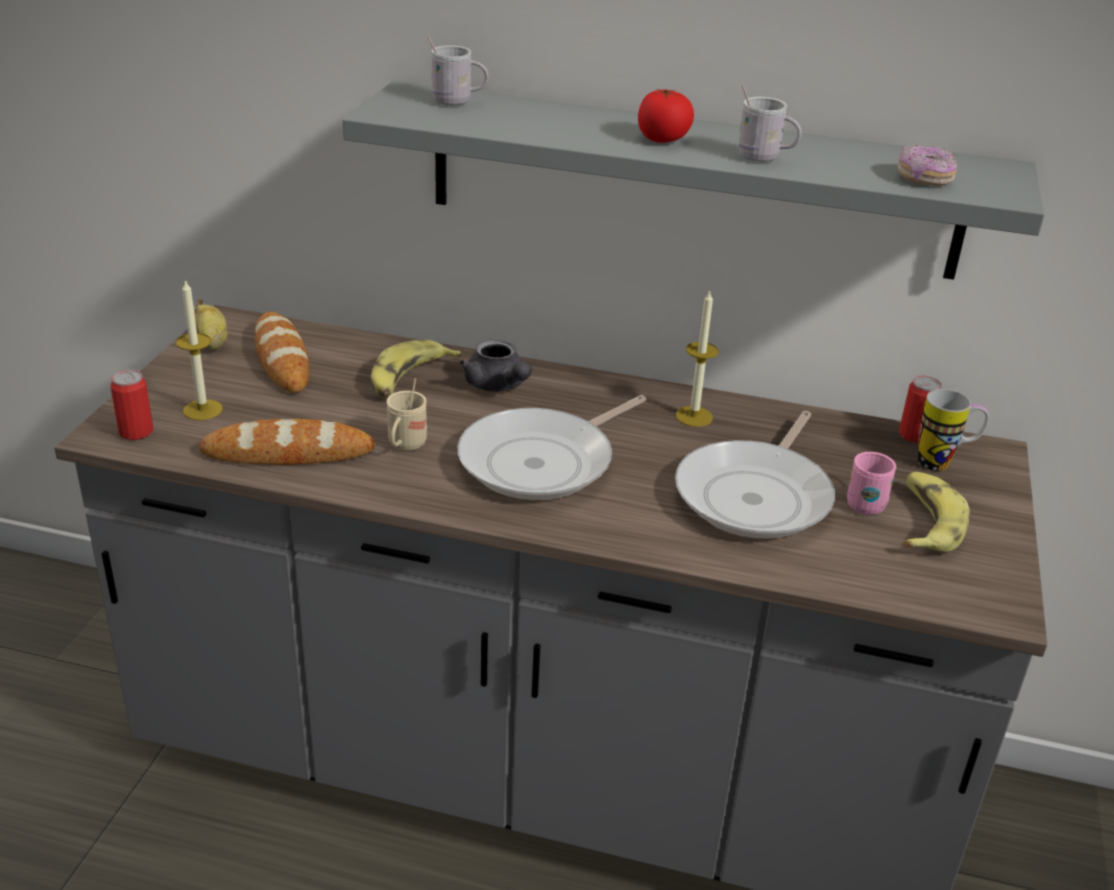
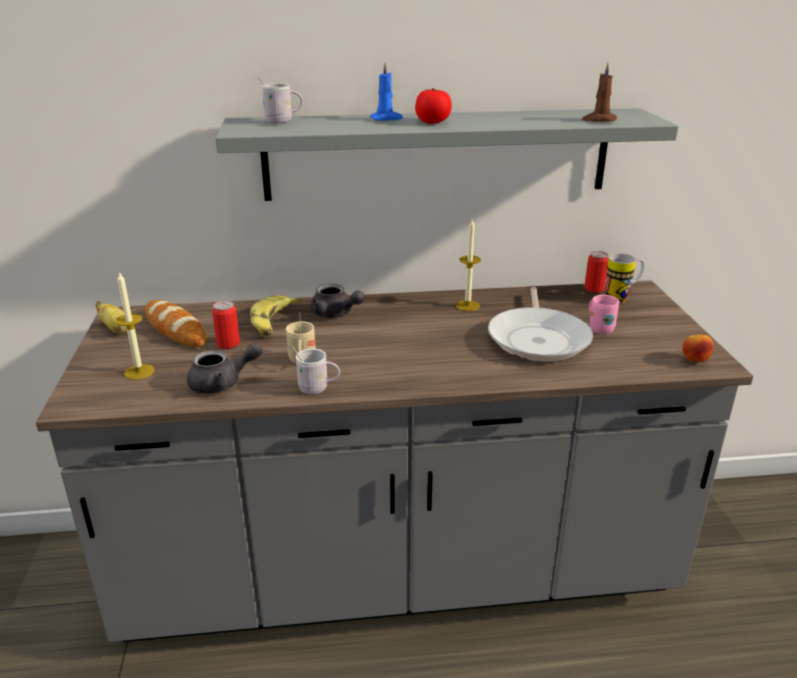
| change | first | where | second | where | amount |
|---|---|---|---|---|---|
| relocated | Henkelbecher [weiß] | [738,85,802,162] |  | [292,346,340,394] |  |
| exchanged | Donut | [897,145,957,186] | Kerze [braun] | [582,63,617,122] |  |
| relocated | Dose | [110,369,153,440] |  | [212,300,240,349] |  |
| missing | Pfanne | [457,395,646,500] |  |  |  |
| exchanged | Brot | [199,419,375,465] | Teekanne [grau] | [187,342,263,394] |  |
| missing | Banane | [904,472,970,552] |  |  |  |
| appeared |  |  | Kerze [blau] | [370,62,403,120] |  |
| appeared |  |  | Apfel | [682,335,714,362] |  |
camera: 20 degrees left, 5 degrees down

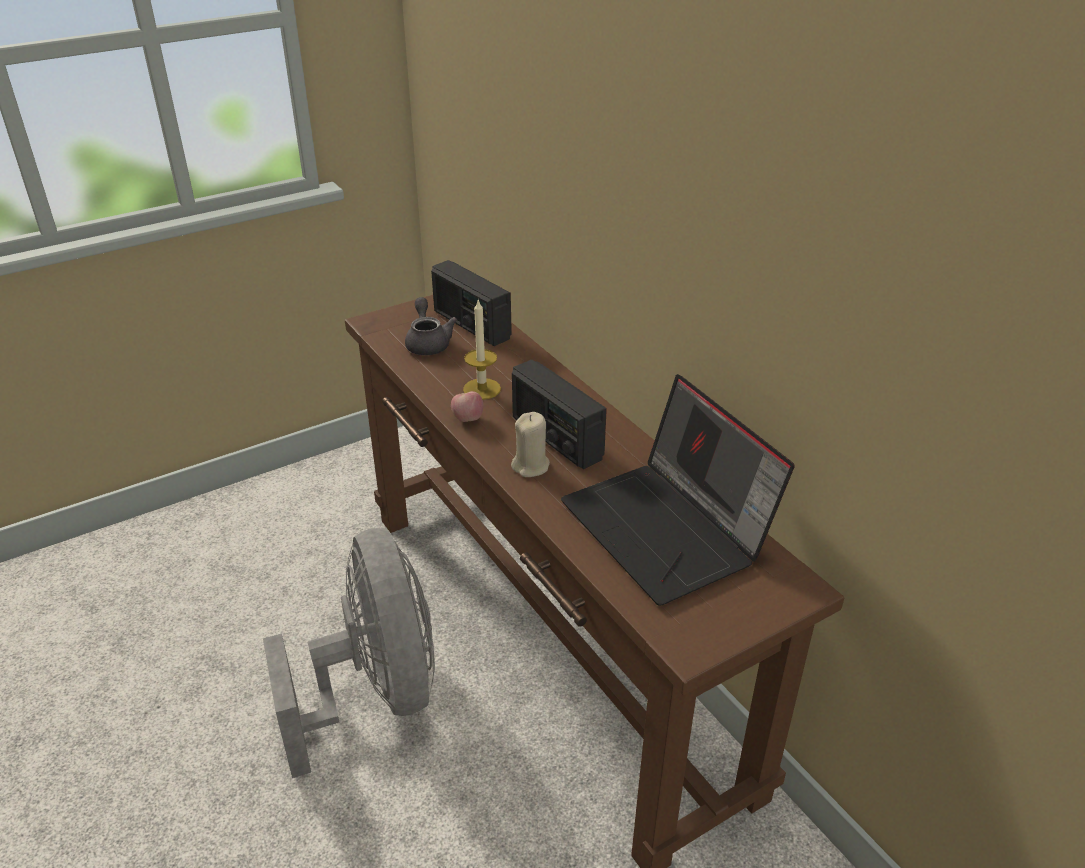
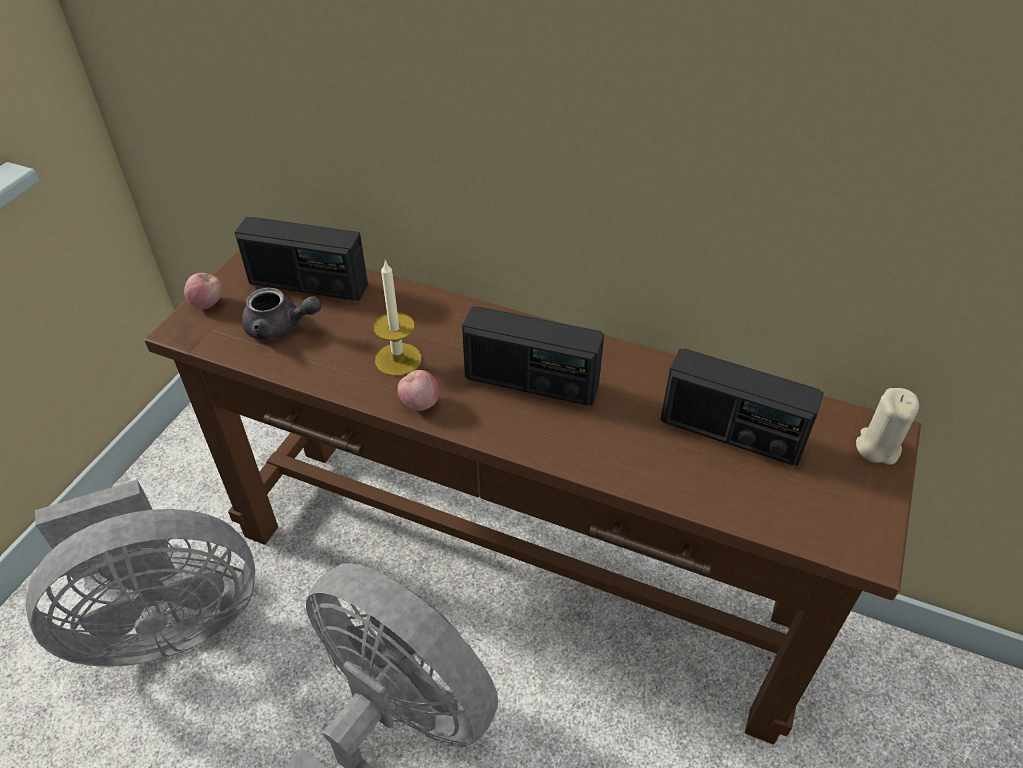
| change | first | where | second | where | amount |
|---|---|---|---|---|---|
| spun | Teekanne [grau] | [405,297,457,355] |  | [242,288,321,340] | 150 degrees clockwise |
| exchanged | Laptop | [561,374,795,605] | Radio | [660,348,824,465] |  |
| relocated | Kerze [beige] | [511,412,550,477] |  | [856,388,919,465] |  |
| appeared |  |  | Apfel | [184,273,223,309] |  |
| appeared |  |  | Ventilator [grau] | [25,480,255,667] |  |
camera: 35 degrees left, 10 degrees up

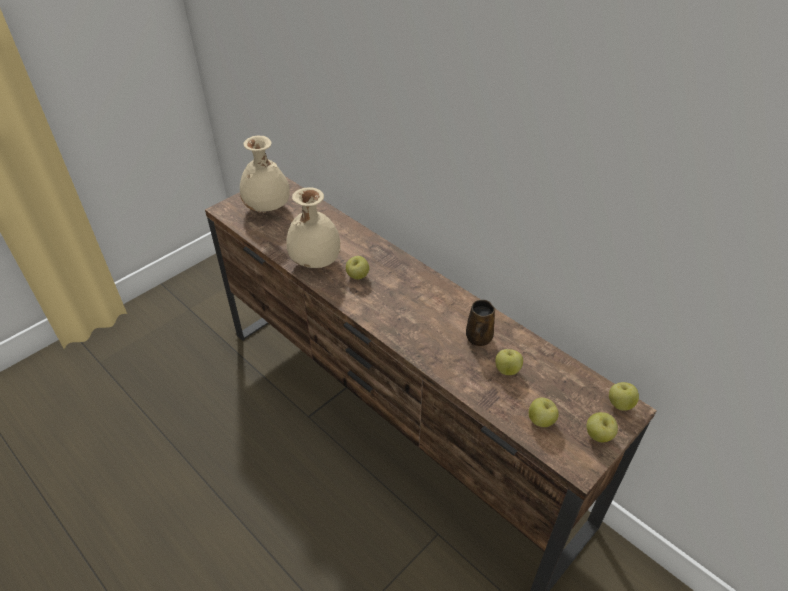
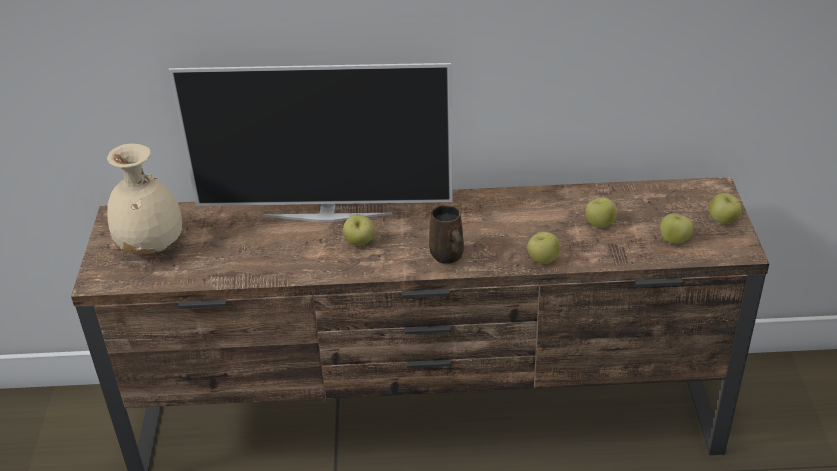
| change | first | where | second | where | amount |
|---|---|---|---|---|---|
| missing | Vase [beige] | [286,187,341,268] |  |  |  |
| relocated | Henkelbecher [braun] | [466,300,495,346] |  | [429,205,464,264] |  |
| relocated | Apfel | [609,382,639,411] |  | [527,232,560,264] |  |
| appeared |  |  | Fernseher | [169,63,453,222] |  |
camera: 45 degrees left, 5 degrees down

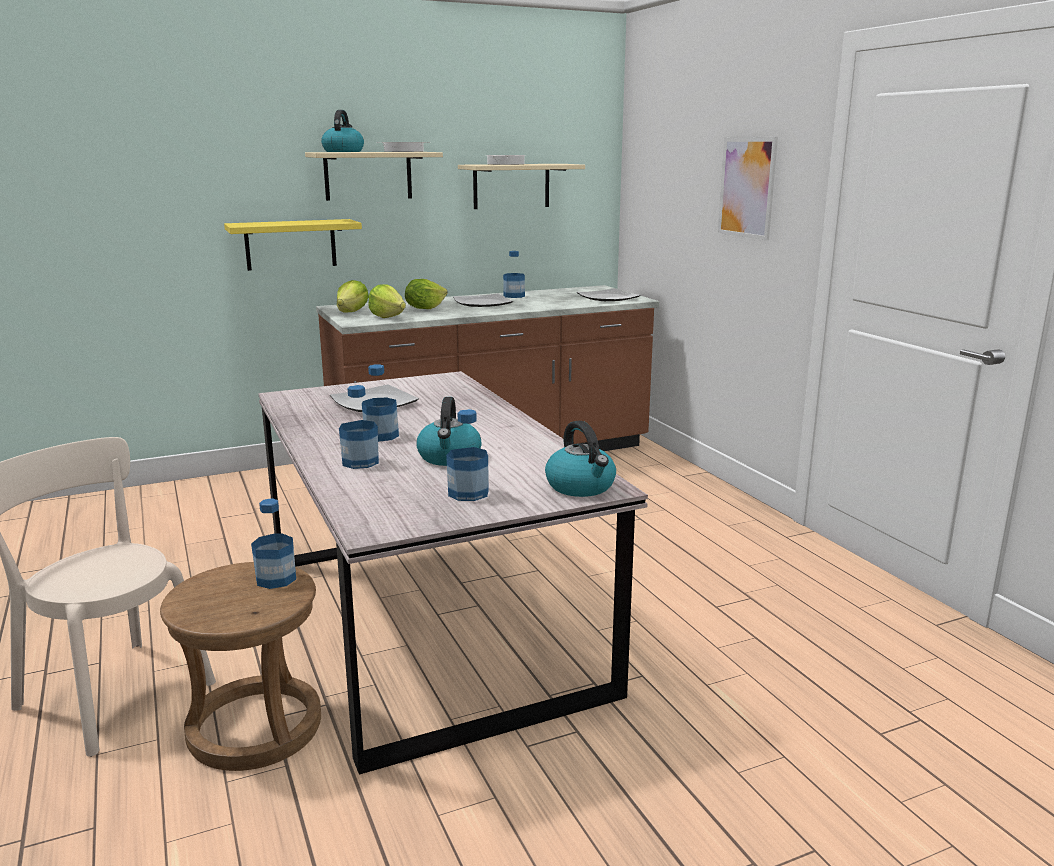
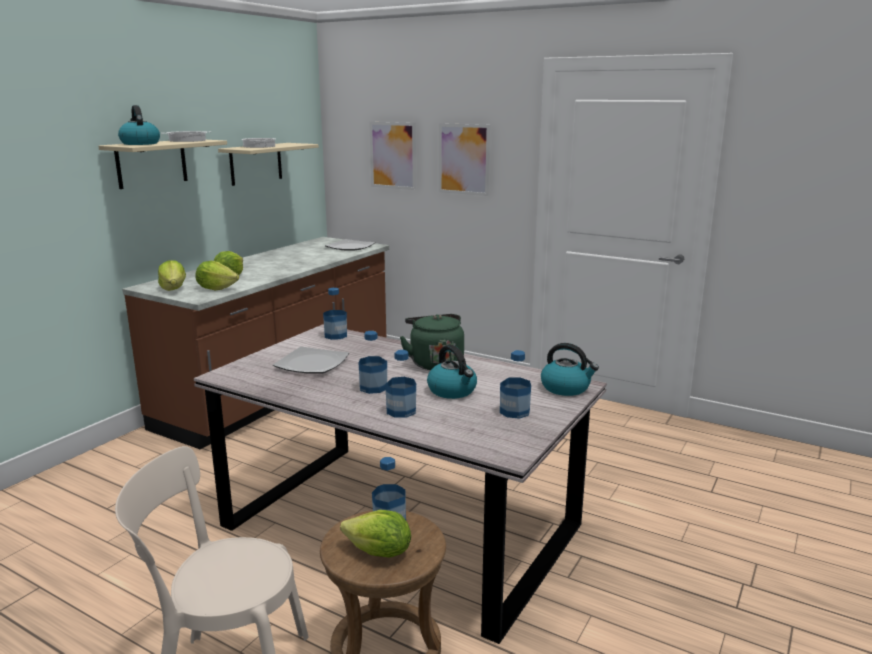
| change | first | where | second | where | amount |
|---|---|---|---|---|---|
| missing | Wandregal [gelb] | [224,219,362,271] |  |  |  |
| relocated | Flasche | [503,251,525,298] |  | [323,288,347,340] |  |
| missing | Teller | [453,294,513,307] |  |  |  |
| appeared |  |  | Bild | [369,122,416,190] |  |
| appeared |  |  | Wasserkessel [grün] | [400,314,464,370] |  |
| appeared |  |  | Salatkopf | [340,510,411,557] |  |
camera: 35 degrees left, 0 degrees up

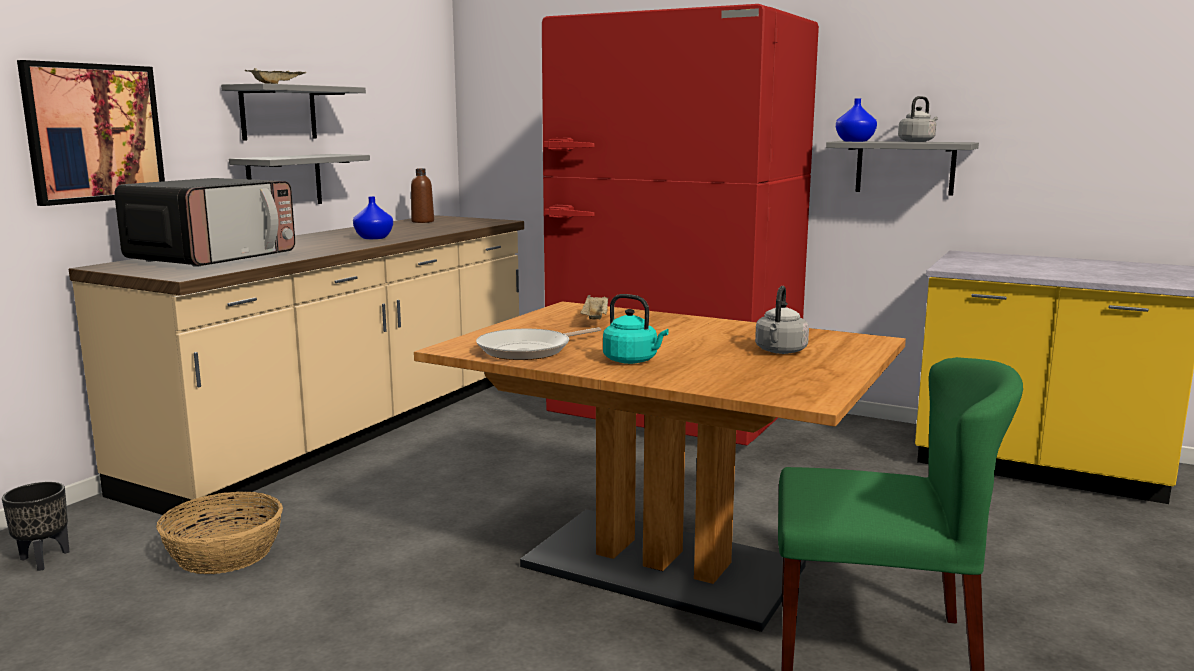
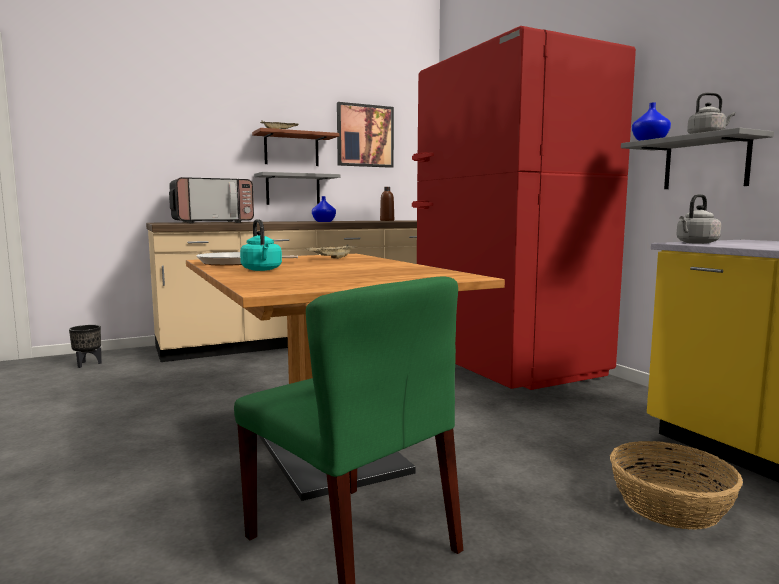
| change | first | where | second | where | amount |
|---|---|---|---|---|---|
| relocated | Bild | [17,60,165,206] |  | [337,102,394,168] |  |
| colour | Wandregal [grau] | [221,83,366,141] | Wandregal [braun] | [252,128,339,166] |  |
| relocated | Wasserkessel [grau] | [755,286,809,354] |  | [676,194,721,244] |  |
| relocated | Korb | [156,492,283,574] |  | [610,441,743,530] |  |
camera: 35 degrees right, 5 degrees down

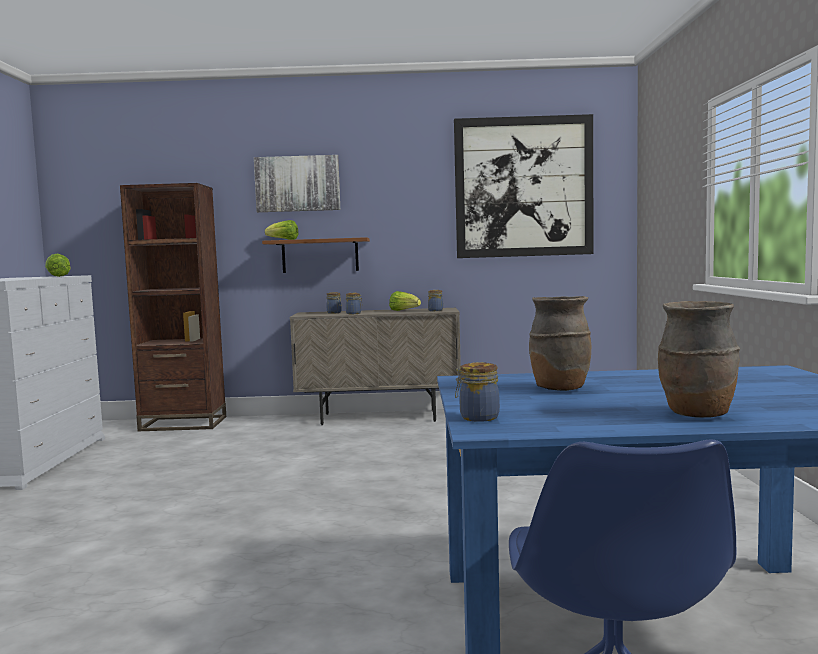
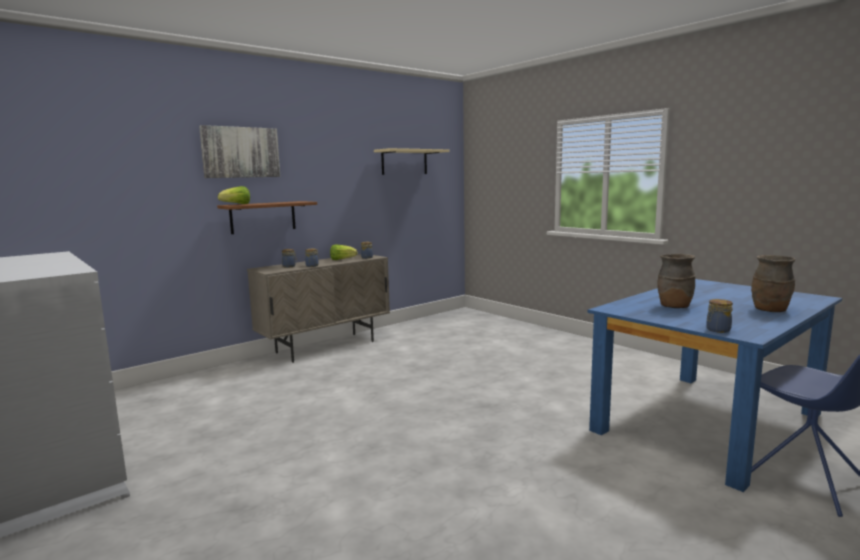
| change | first | where | second | where | amount |
|---|---|---|---|---|---|
| exchanged | Bild | [454,114,594,258] | Wandregal [beige] | [374,148,449,175] |  |
| missing | Bücherregal [braun] | [120,183,226,431] |  |  |  |
| missing | Salatkopf | [45,253,71,277] |  |  |  |
camera: 40 degrees left, 5 degrees up

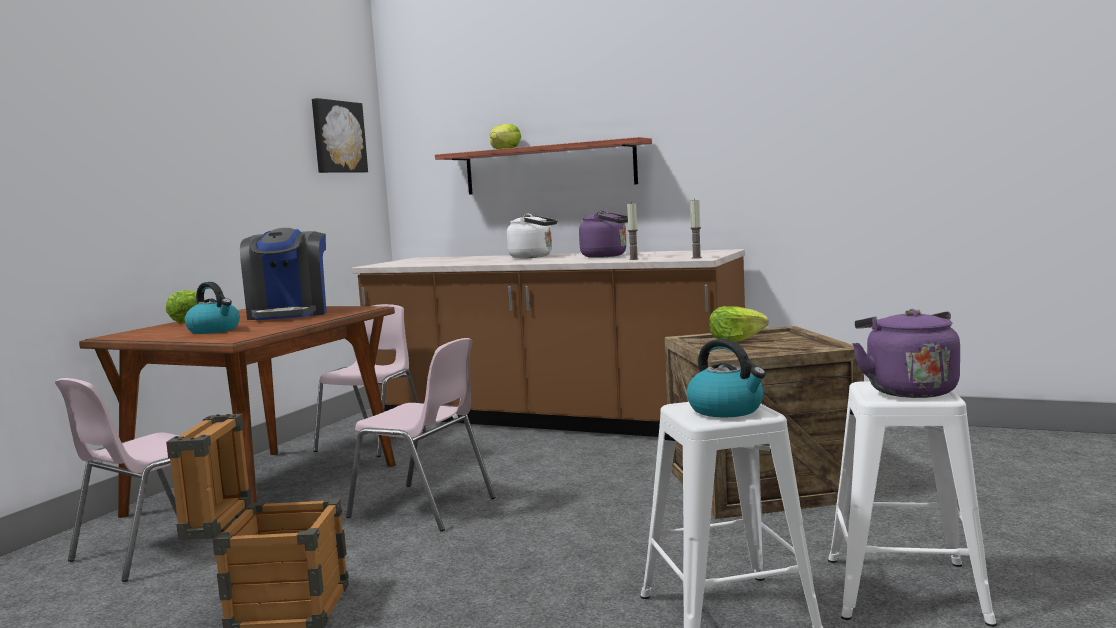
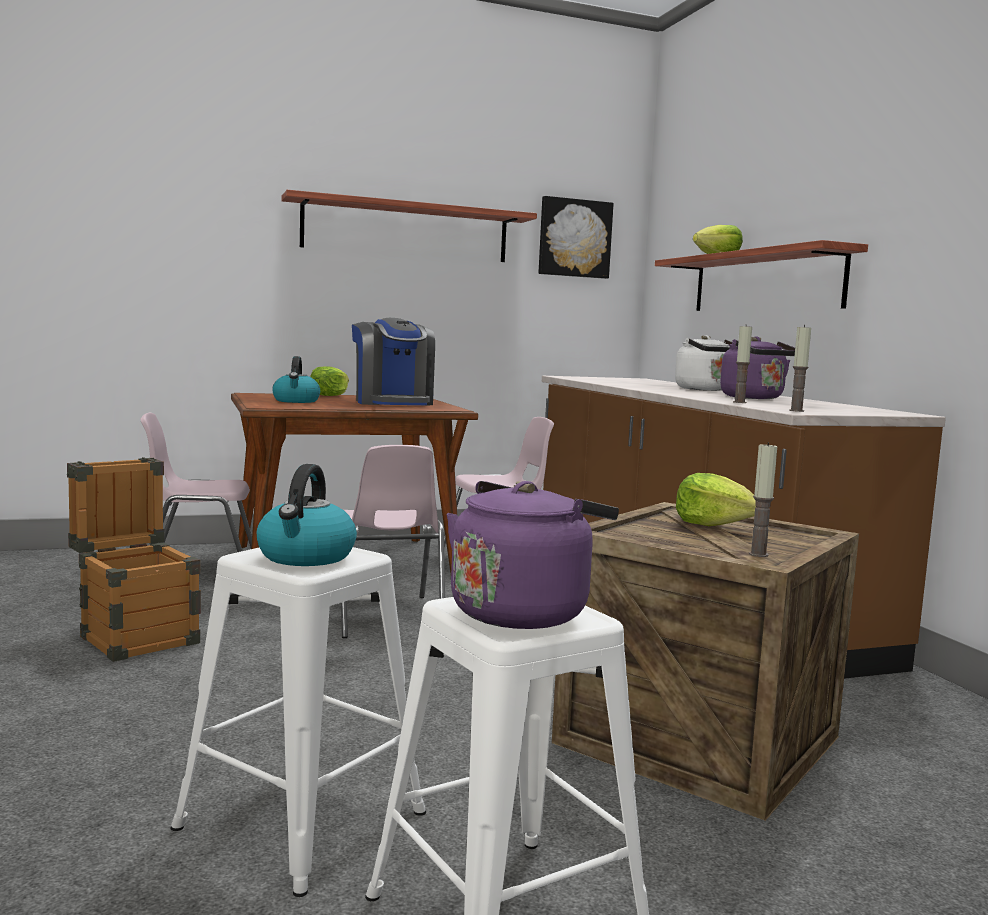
| change | first | where | second | where | amount |
|---|---|---|---|---|---|
| spun | Kaffeemaschine | [240,228,327,320] |  | [352,318,435,406] | 60 degrees counterclockwise |
| appeared |  |  | Wandregal | [282,190,537,262] |  |
| appeared |  |  | Kerze | [749,442,777,557] |  |
camera: 45 degrees right, 0 degrees up

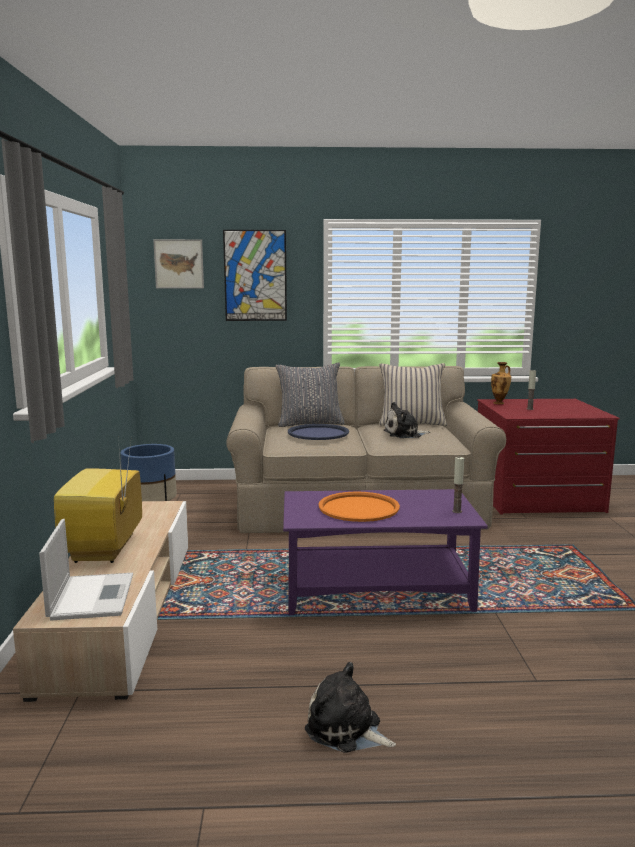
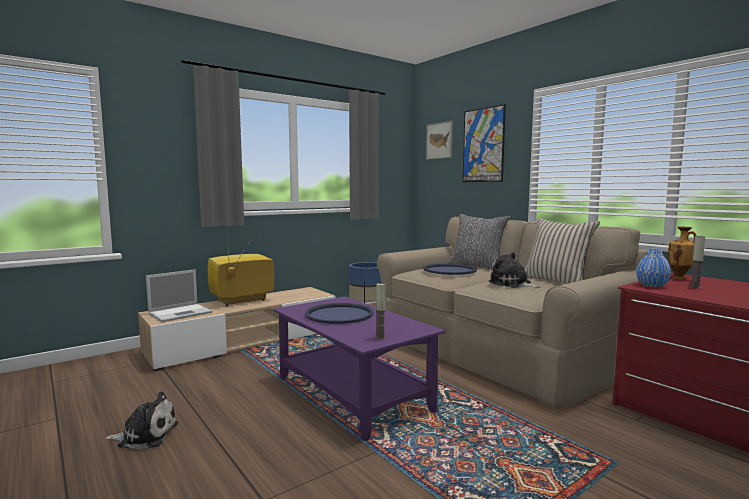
| change | first | where | second | where | amount |
|---|---|---|---|---|---|
| colour | Tablett [orange] | [319,492,400,522] | Tablett [blau] | [305,303,374,324] |  |
| spun | Plüschtier | [305,662,396,753] |  | [105,391,178,450] | 90 degrees clockwise |
| appeared |  |  | Vase [blau] | [636,248,671,287] |  |
camera: 55 degrees right, 5 degrees down

